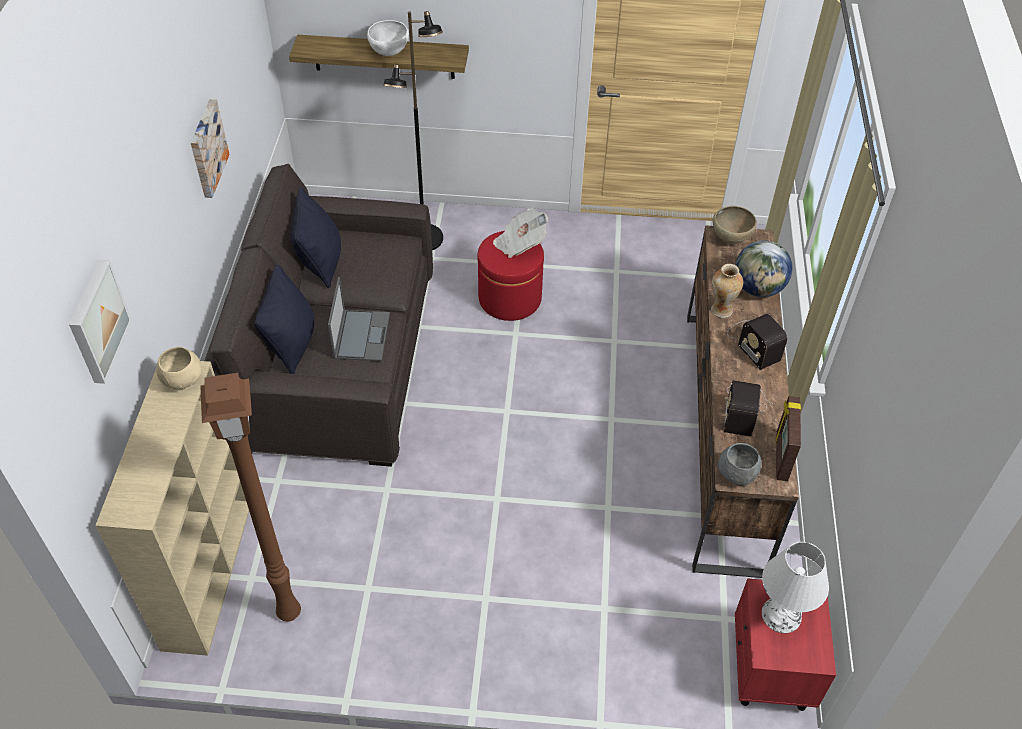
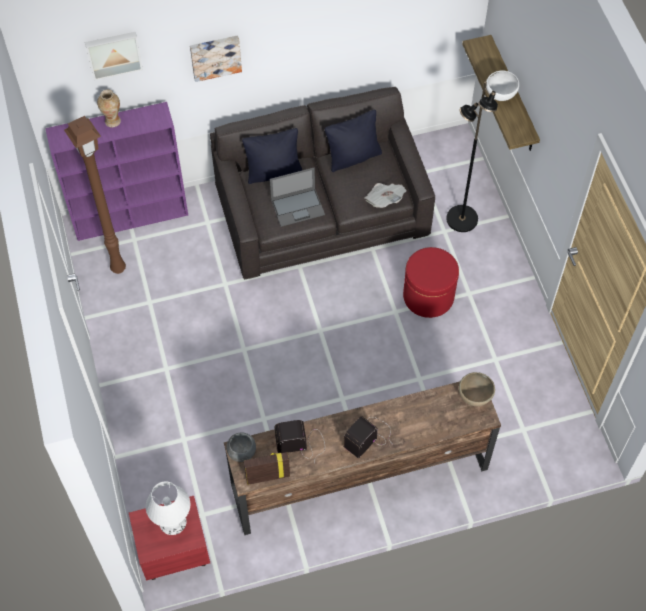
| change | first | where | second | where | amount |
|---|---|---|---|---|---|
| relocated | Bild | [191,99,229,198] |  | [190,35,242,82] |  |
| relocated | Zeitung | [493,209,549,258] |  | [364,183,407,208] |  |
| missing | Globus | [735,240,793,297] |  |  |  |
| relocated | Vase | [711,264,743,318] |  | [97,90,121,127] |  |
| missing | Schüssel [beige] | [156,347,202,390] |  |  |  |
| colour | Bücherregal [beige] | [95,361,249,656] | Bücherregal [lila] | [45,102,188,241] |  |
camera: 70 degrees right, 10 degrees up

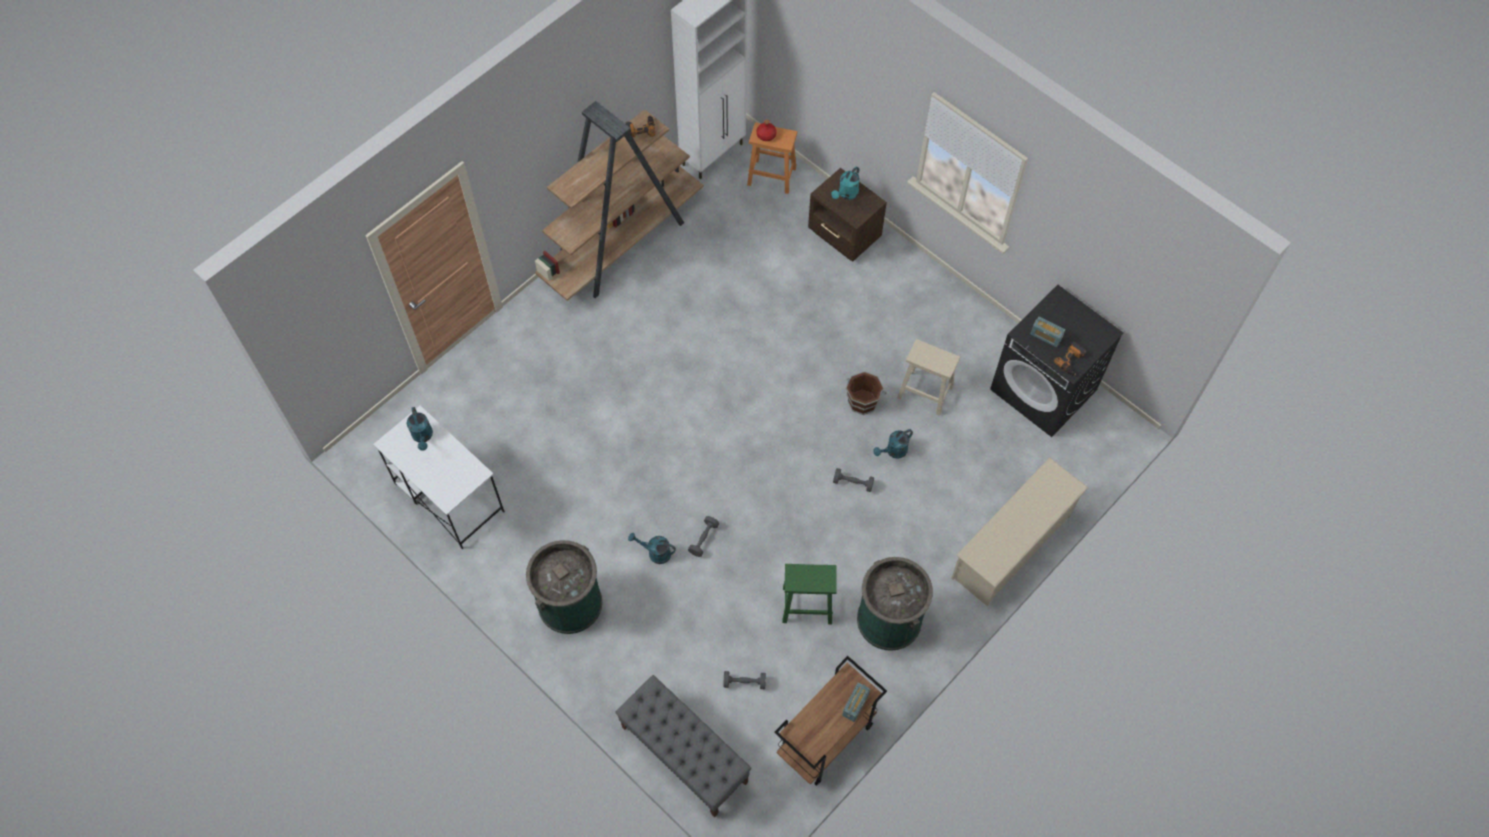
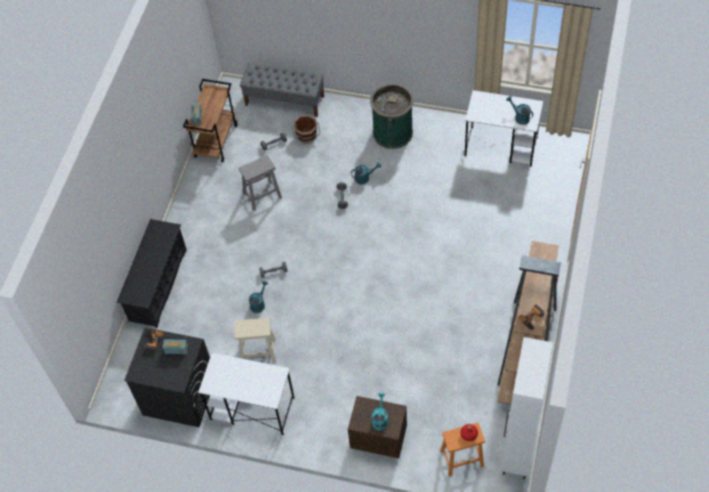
| change | first | where | second | where | amount |
|---|---|---|---|---|---|
| relocated | Eimer [braun] | [846,371,887,415] |  | [292,115,320,144] |  |
| colour | Schuhregal [beige] | [951,457,1088,606] | Schuhregal [schwarz] | [117,219,187,328] |  |
| missing | Mülleimer [grün] | [857,557,933,651] |  |  |  |
| colour | Hocker [grün] | [782,564,837,624] | Hocker [grau] | [239,155,282,211] |  |
| appeared |  |  | Schreibtisch [weiß] | [198,353,295,435] |  |
camera: 155 degrees right, 5 degrees down

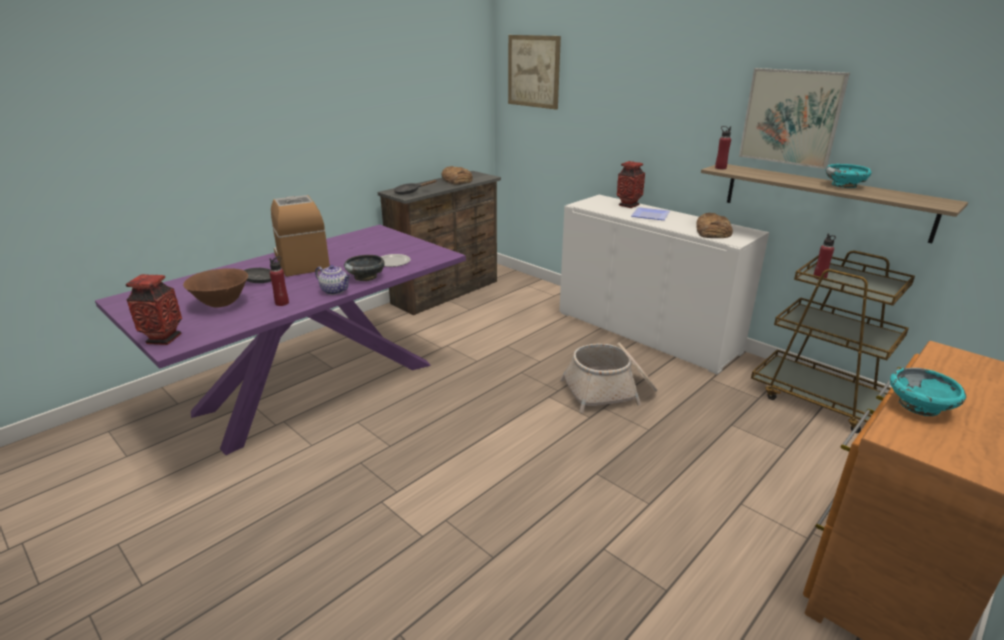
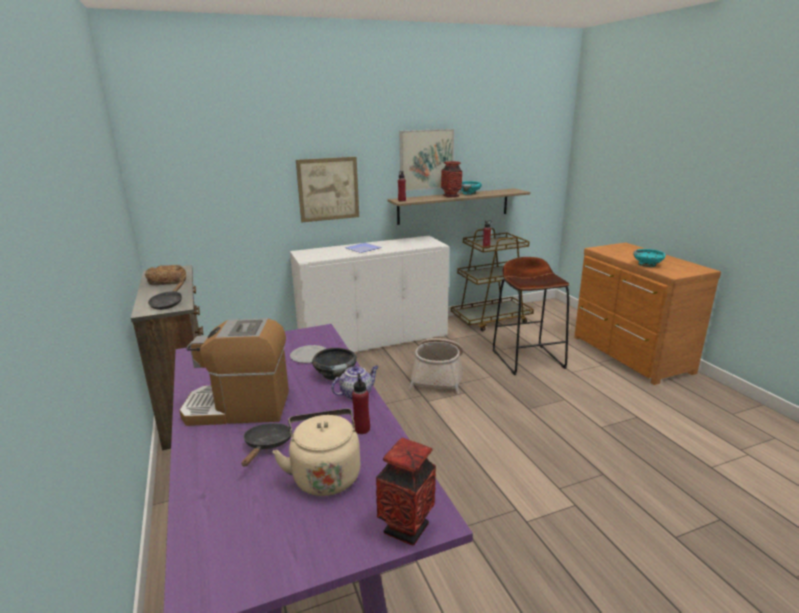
| change | first | where | second | where | amount |
|---|---|---|---|---|---|
| relocated | Bild | [508,35,561,110] |  | [296,157,359,222] |  |
| relocated | Vase | [617,161,645,208] |  | [441,161,462,198] |  |
| missing | Brot | [696,213,733,238] |  |  |  |
| exchanged | Schüssel [braun] | [183,268,248,308] | Wasserkessel [beige] | [272,409,360,496] |  |
| appeared |  |  | Hocker [braun] | [493,257,569,375] |  |
camera: 65 degrees left, 5 degrees down

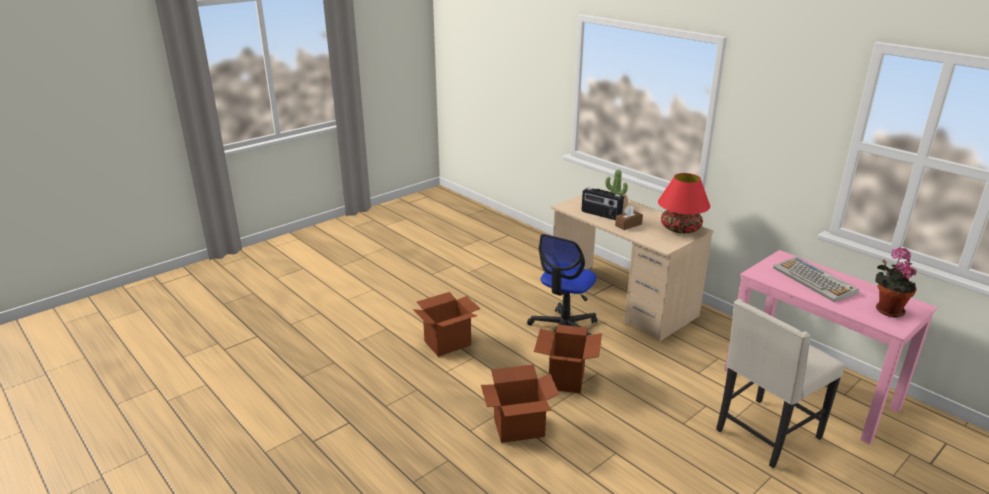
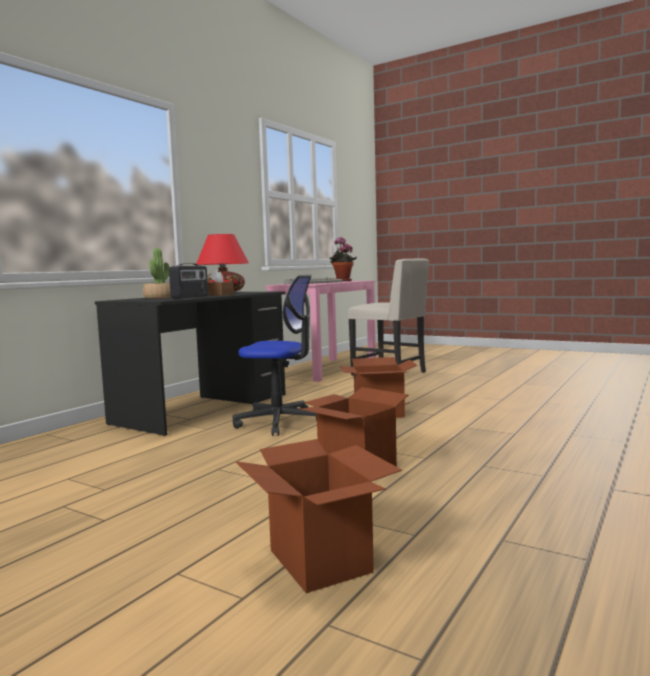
| change | first | where | second | where | amount |
|---|---|---|---|---|---|
| colour | Schreibtisch [beige] | [551,195,714,341] | Schreibtisch [schwarz] | [95,292,286,436] |  |
| relocated | Karton | [481,364,559,443] |  | [236,439,402,593] |  |
camera: 105 degrees left, 20 degrees down

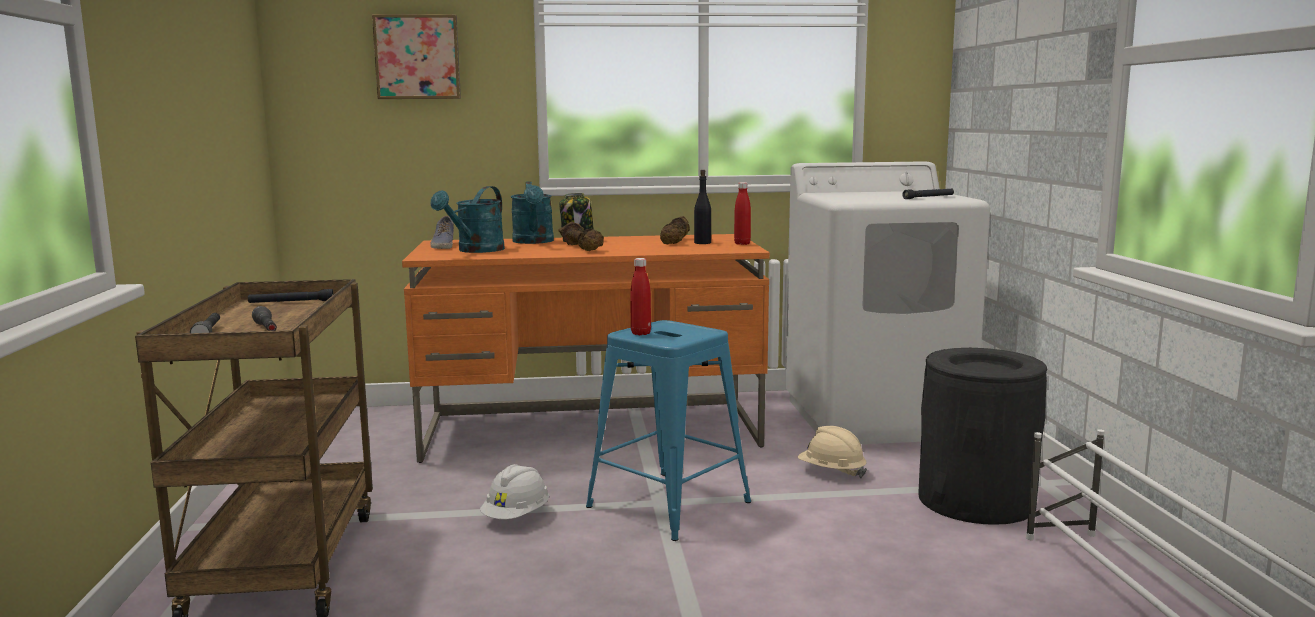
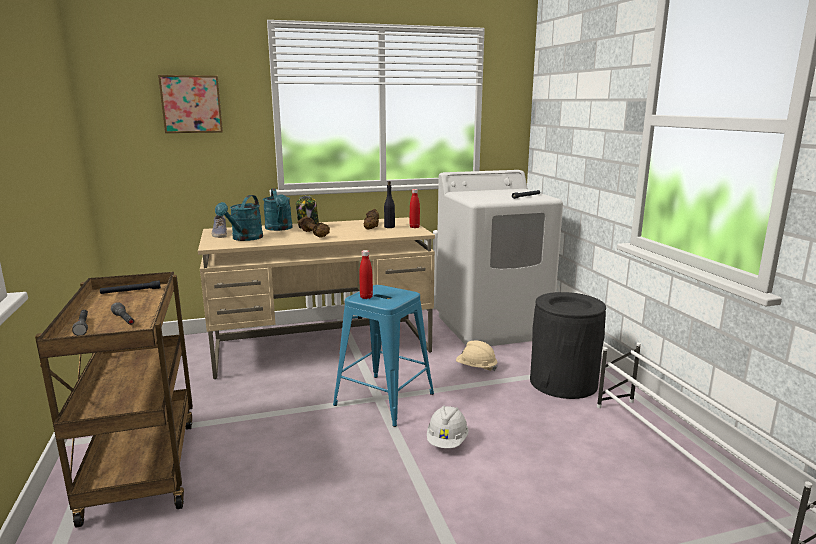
| change | first | where | second | where | amount |
|---|---|---|---|---|---|
| colour | Schreibtisch [orange] | [402,234,770,463] | Schreibtisch [beige] | [198,217,435,379] |  |
| relocated | Schutzhelm [weiß] | [480,464,549,519] |  | [427,406,469,448] |  |
camera: 10 degrees left, 5 degrees up

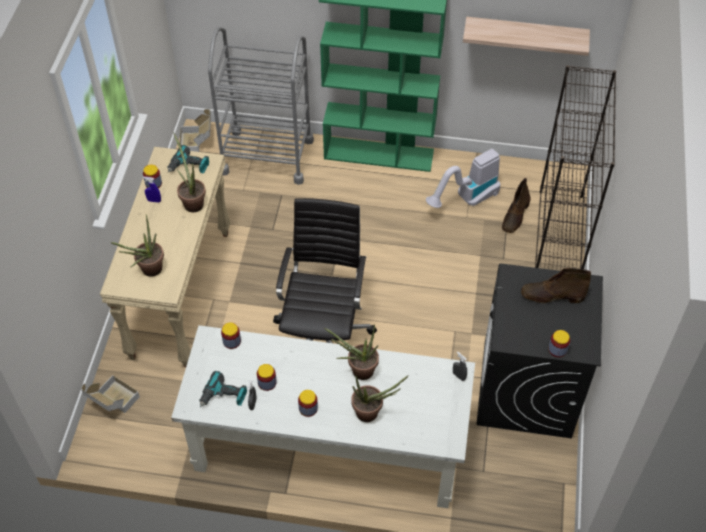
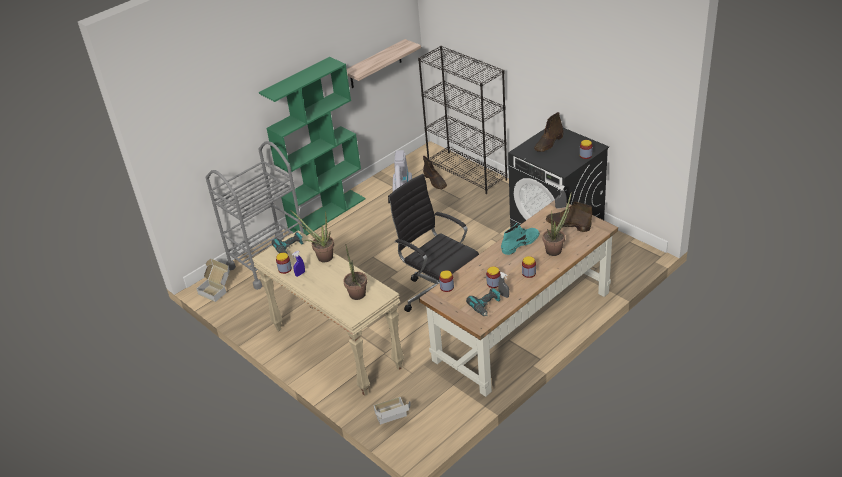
| change | first | where | second | where | amount |
|---|---|---|---|---|---|
| exchanged | Topfpflanze | [324,324,379,380] | Stiefel [türkis] | [501,223,540,255] |  |
| colour | Schreibtisch [weiß] | [171,325,475,508] | Schreibtisch [braun] | [419,200,618,397] |  |
| appeared |  |  | Stiefel [braun] | [546,202,592,232] |  |
camera: 50 degrees left, 15 degrees down

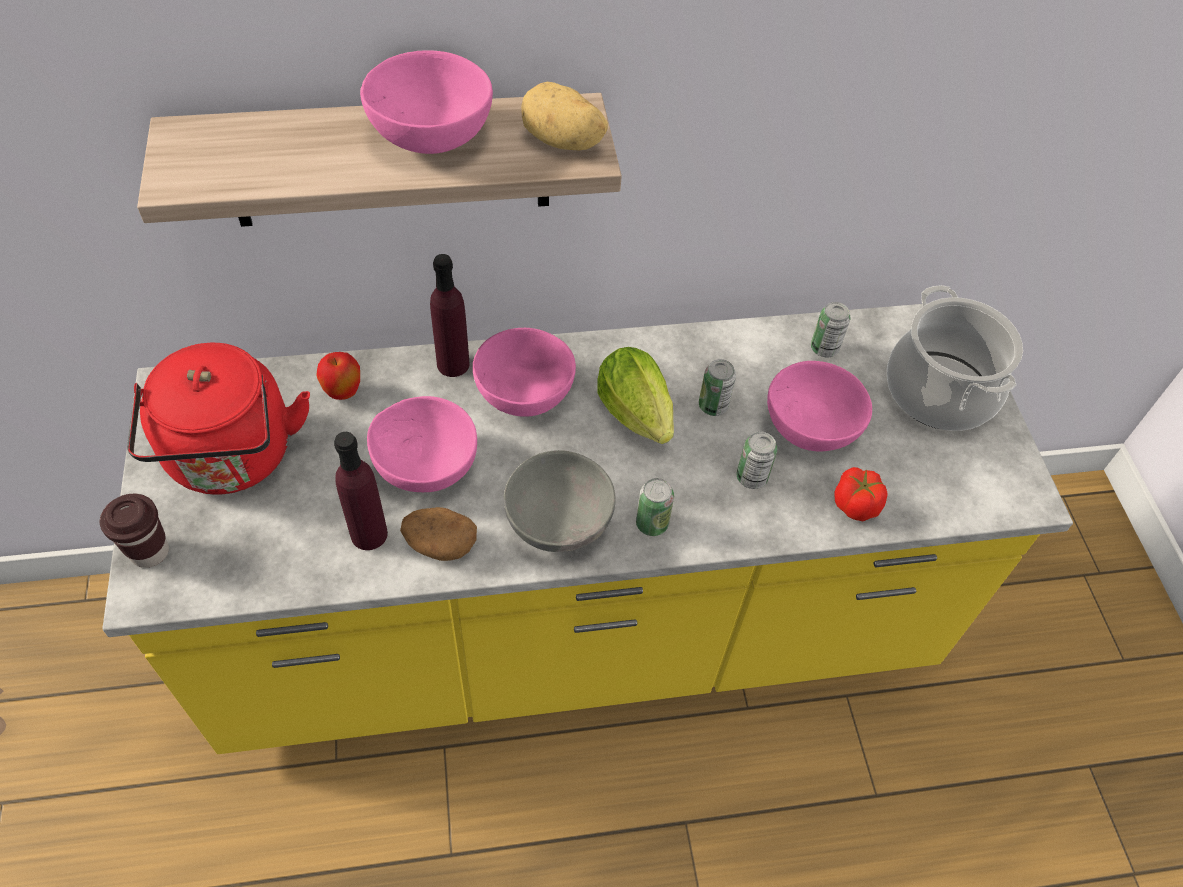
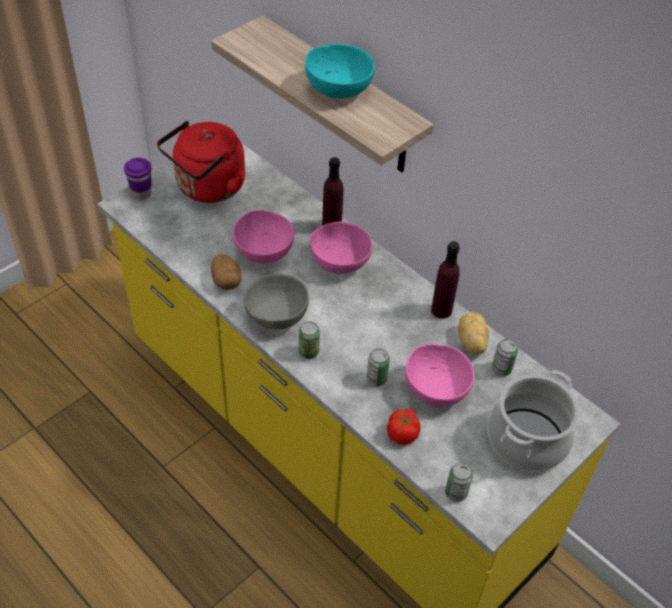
| change | first | where | second | where | amount |
|---|---|---|---|---|---|
| colour | Schüssel [rosa] | [360,50,493,154] | Schüssel [türkis] | [305,44,375,98] |  |
| relocated | Kartoffel | [521,82,608,150] |  | [458,312,489,354] |  |
| missing | Salatkopf | [597,347,674,444] |  |  |  |
| missing | Apfel | [316,352,360,400] |  |  |  |
| relocated | Dose | [699,359,736,416] |  | [445,463,473,502] |  |
| relocated | Flasche [lila] | [334,432,388,550] |  | [431,241,460,319] |  |
| colour | Tasse [braun] | [100,494,169,568] | Tasse [lila] | [124,157,152,200] |  |
camera: 55 degrees right, 5 degrees down

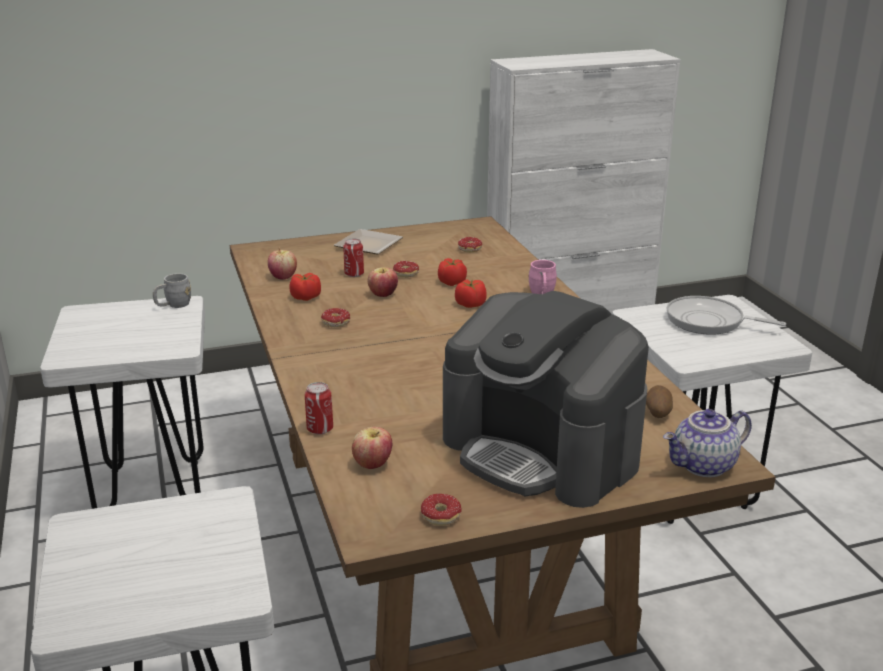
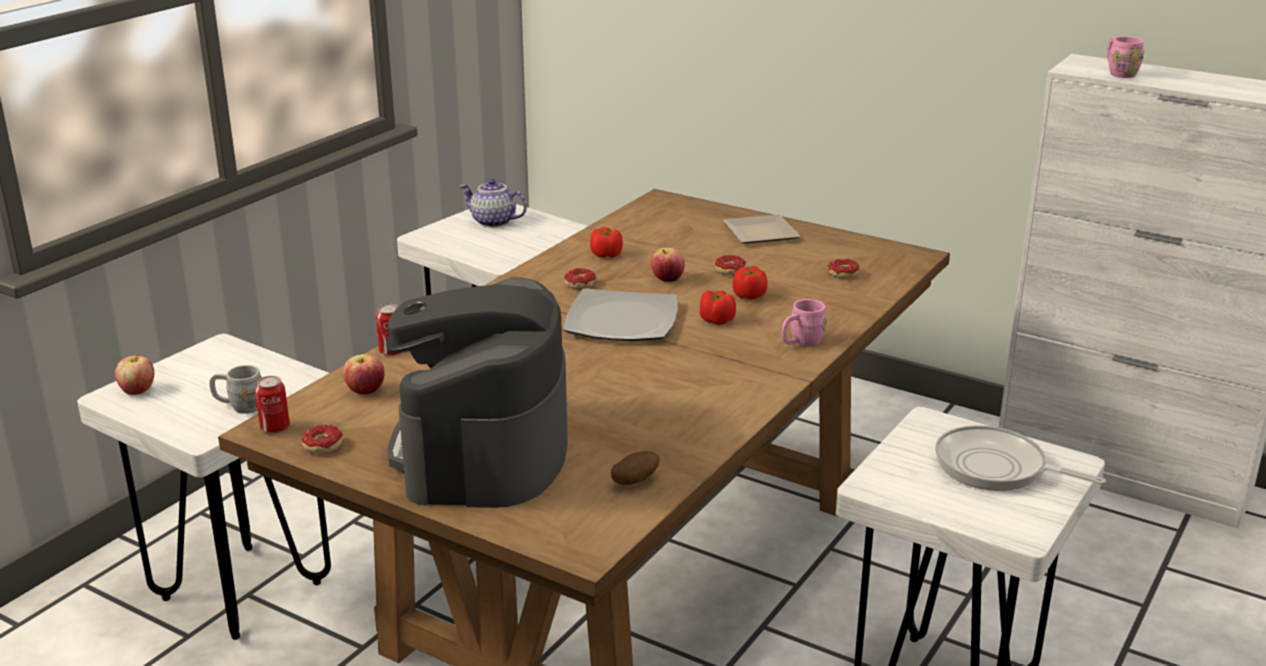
| change | first | where | second | where | amount |
|---|---|---|---|---|---|
| relocated | Dose | [343,238,364,277] |  | [255,376,290,433] |  |
| relocated | Apfel | [268,248,297,280] |  | [115,353,154,395] |  |
| relocated | Henkelbecher [grau] | [153,273,191,308] |  | [209,365,262,414] |  |
| spun | Pfanne | [666,296,786,335] |  | [935,425,1106,491] | 45 degrees counterclockwise |
| relocated | Teekanne | [663,409,752,477] |  | [460,179,527,228] |  |
| appeared |  |  | Henkelbecher [rosa] | [1107,36,1144,78] |  |
| appeared |  |  | Teller | [564,288,678,341] |  |
camera: 50 degrees right, 0 degrees up

